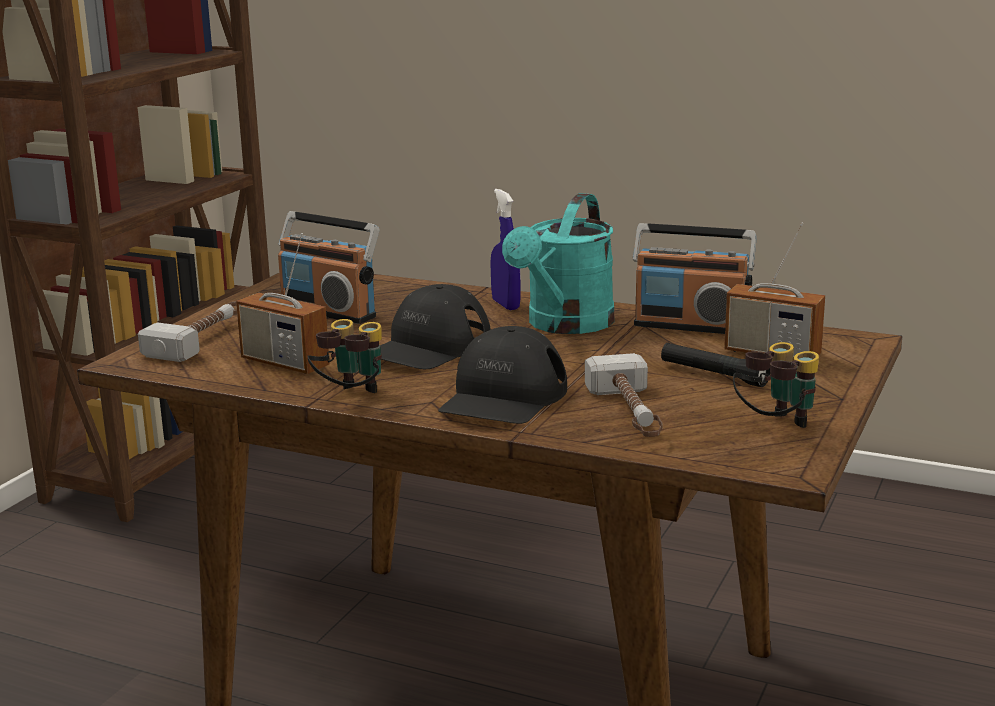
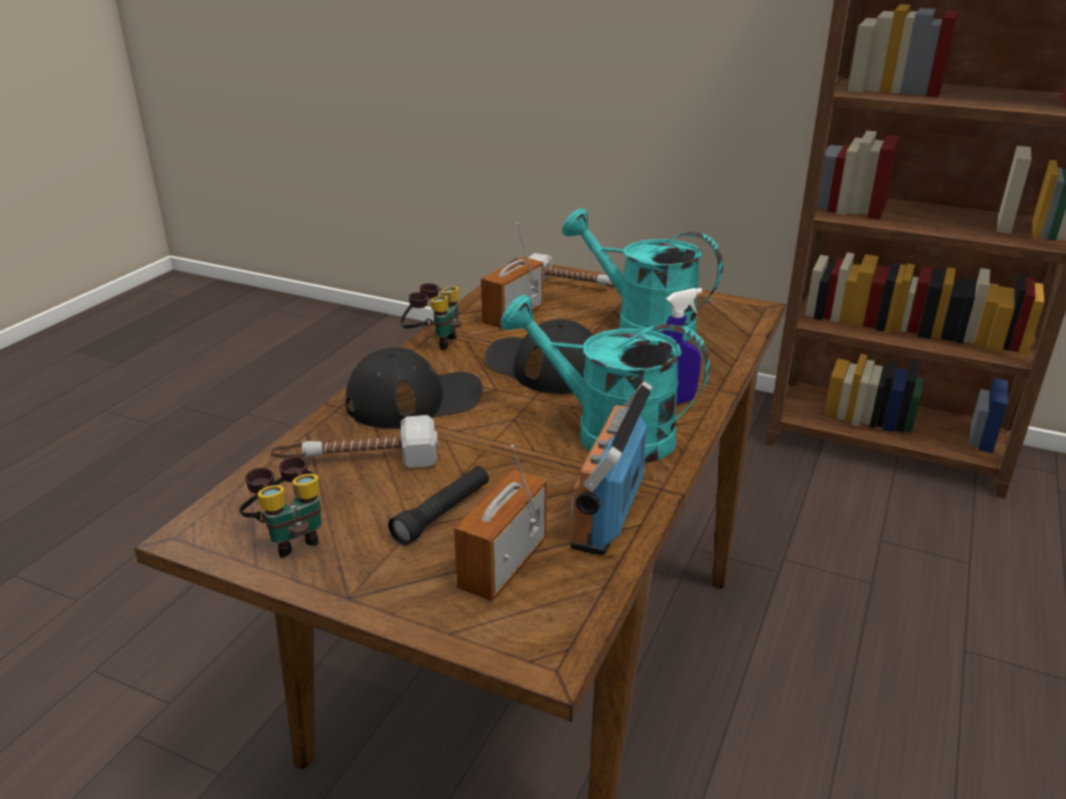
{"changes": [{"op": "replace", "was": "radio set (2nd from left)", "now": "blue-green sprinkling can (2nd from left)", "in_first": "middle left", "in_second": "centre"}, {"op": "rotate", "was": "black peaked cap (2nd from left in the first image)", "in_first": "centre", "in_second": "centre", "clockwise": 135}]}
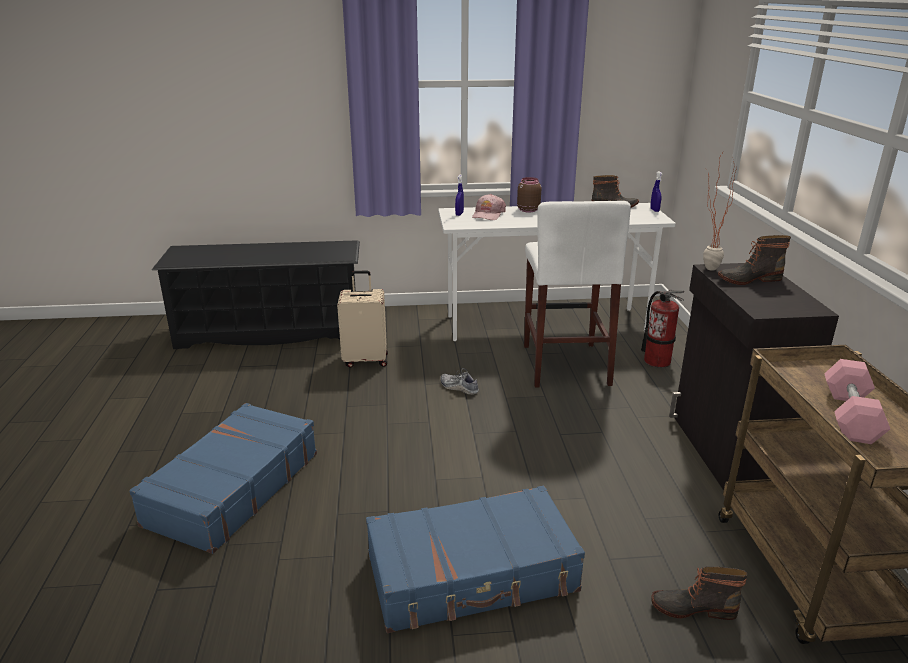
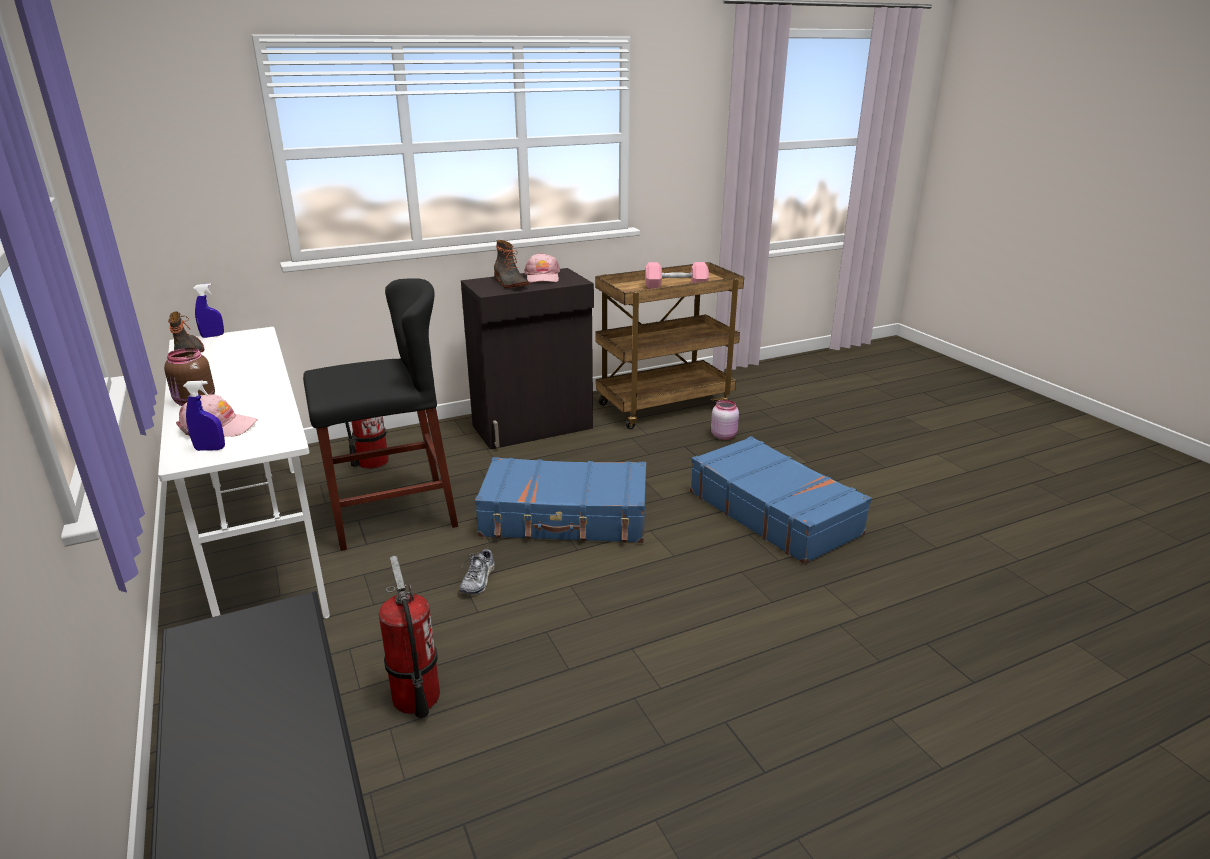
{"changes": [{"op": "delete", "was": "plant in a pot", "in_first": "top right"}, {"op": "insert", "now": "pink peaked cap (2nd from left)", "in_second": "top centre"}, {"op": "move", "was": "blue-coloured piece of luggage (1st from left)", "in_first": "bottom left", "in_second": "centre"}, {"op": "replace", "was": "beige piece of luggage", "now": "fire-fighting cylinder (2nd from left)", "in_first": "centre", "in_second": "bottom centre"}, {"op": "replace", "was": "boot (2nd from left)", "now": "pink storage jar", "in_first": "bottom right", "in_second": "centre"}, {"op": "recolor", "was": "white-coloured stool", "now": "black stool", "in_first": "centre", "in_second": "middle left"}]}
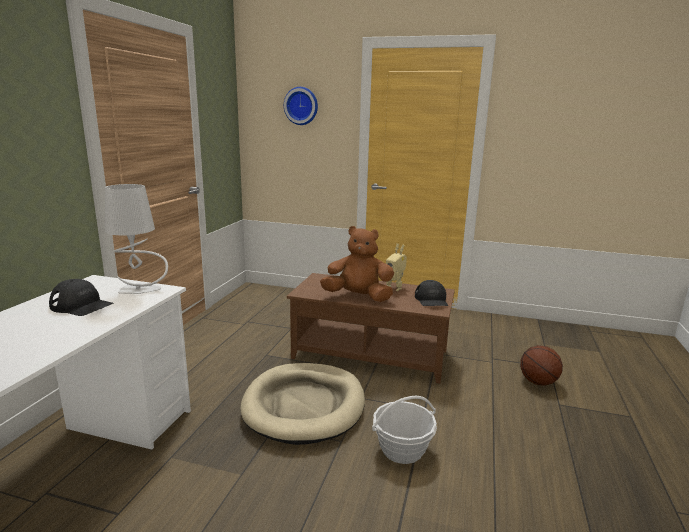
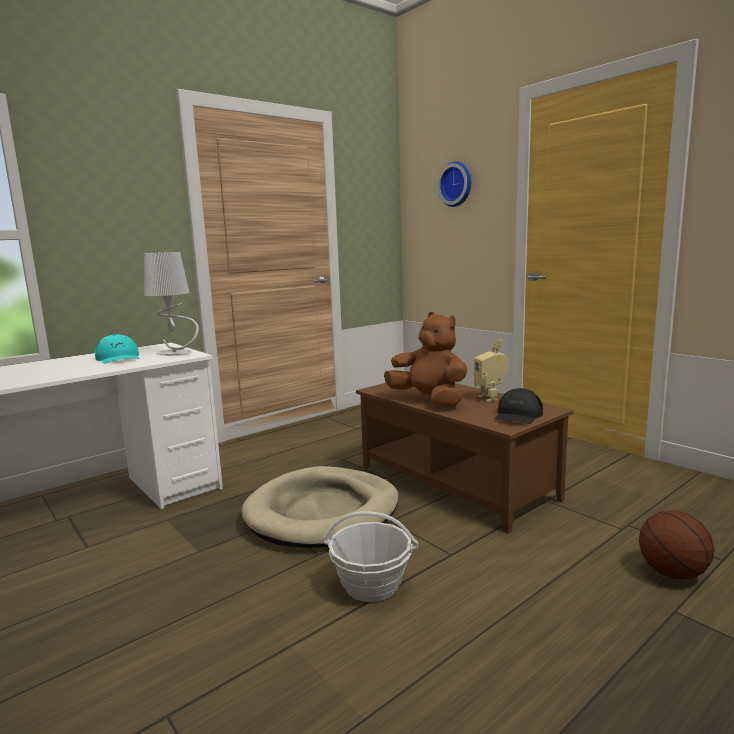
{"changes": [{"op": "recolor", "was": "black peaked cap (1st from left)", "now": "blue-green peaked cap", "in_first": "middle left", "in_second": "middle left"}]}
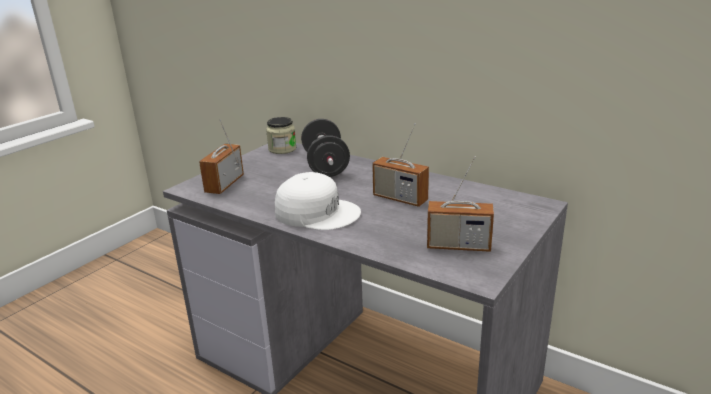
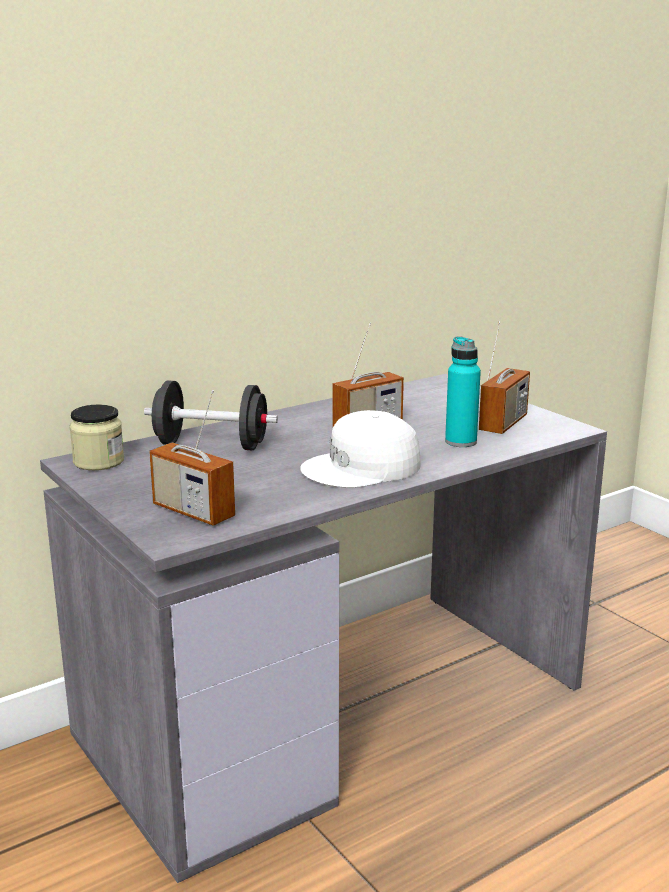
{"changes": [{"op": "insert", "now": "blue-green beverage bottle", "in_second": "middle right"}, {"op": "rotate", "was": "white-coloured peaked cap", "in_first": "centre", "in_second": "centre", "clockwise": -150}]}
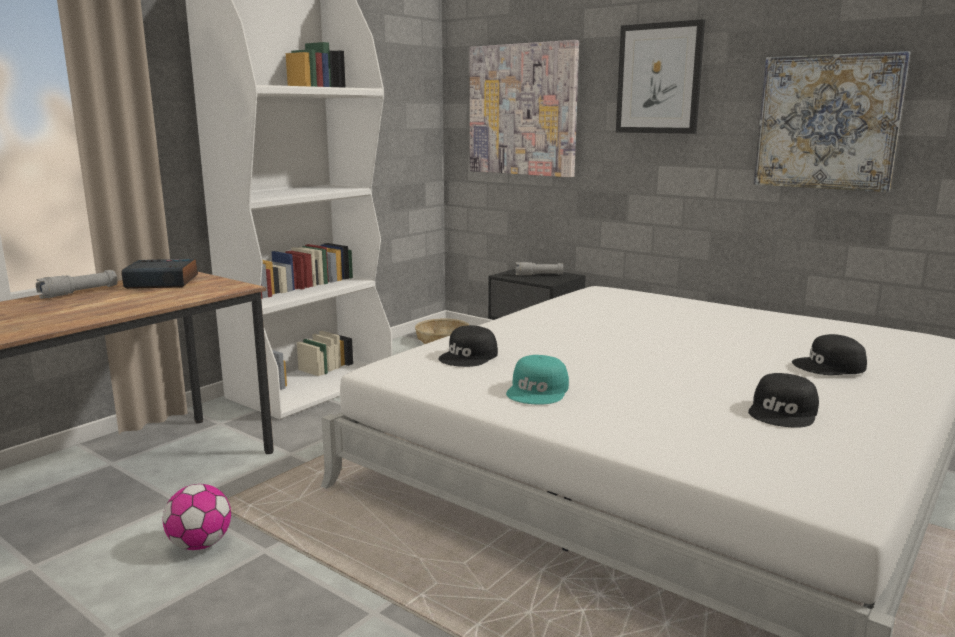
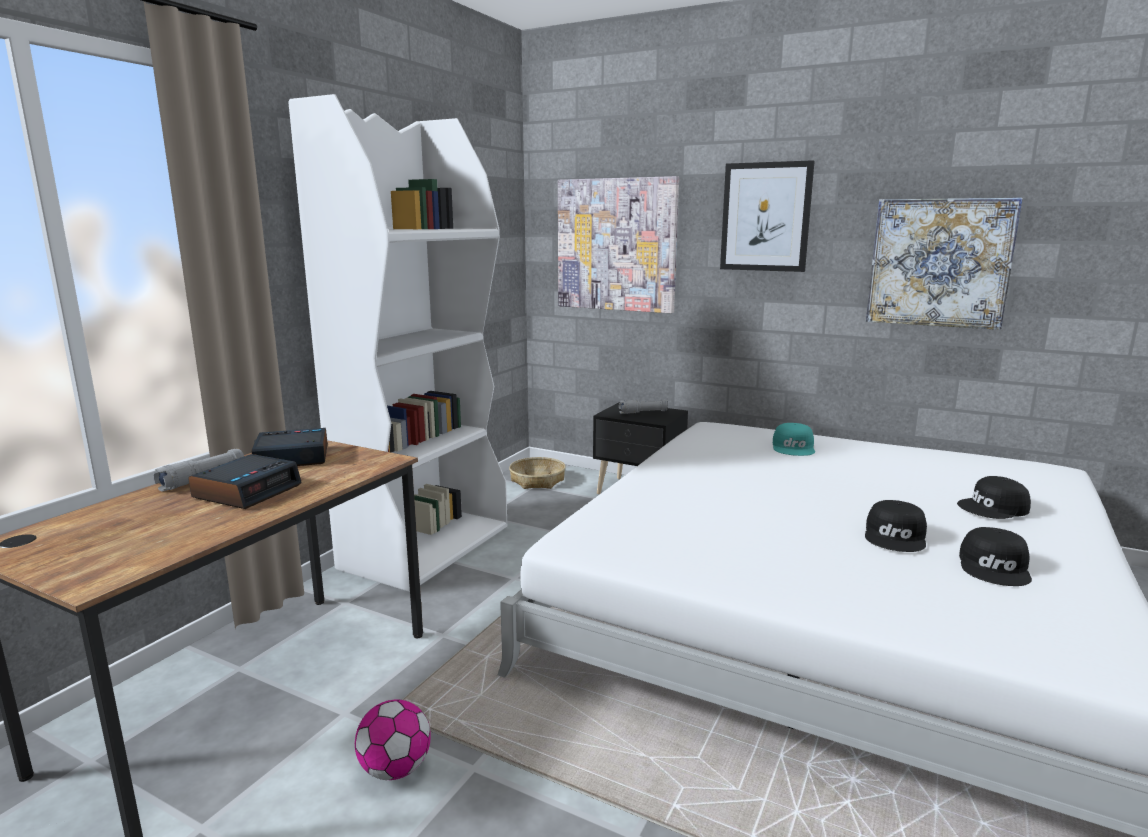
{"changes": [{"op": "insert", "now": "alarm clock (1st from left)", "in_second": "middle left"}, {"op": "move", "was": "black peaked cap (1st from left)", "in_first": "centre", "in_second": "middle right"}, {"op": "move", "was": "blue-green peaked cap", "in_first": "centre", "in_second": "middle right"}]}
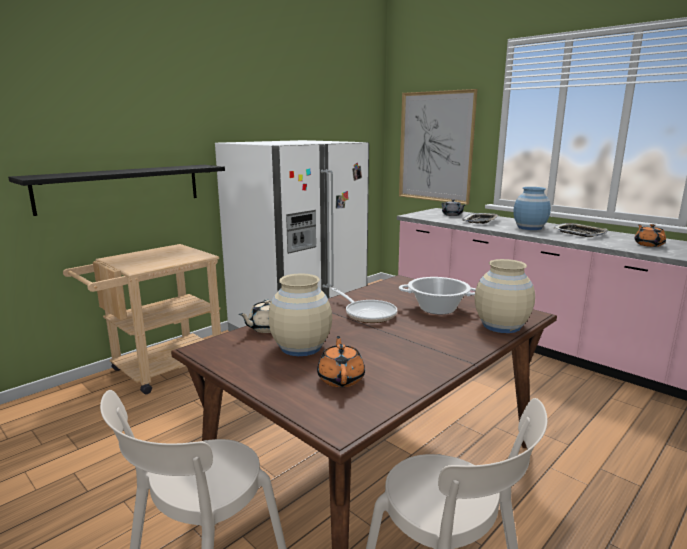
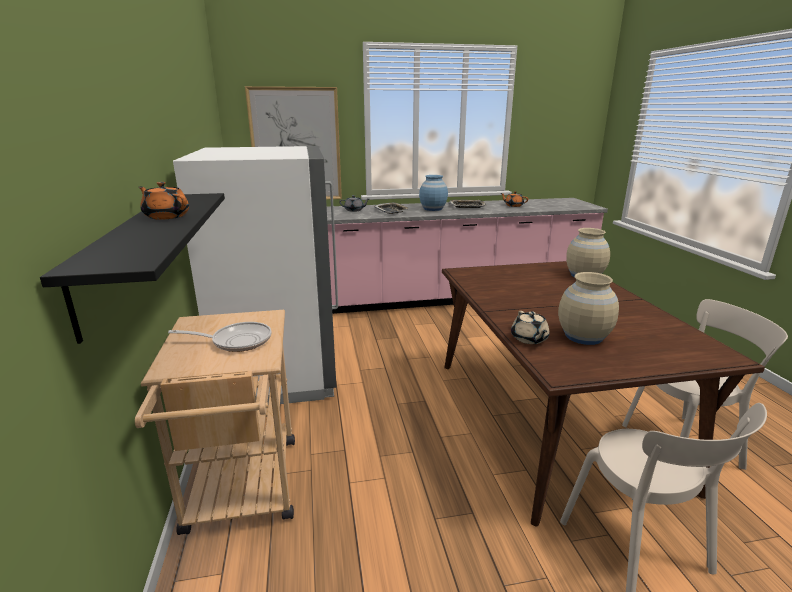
{"changes": [{"op": "delete", "was": "saucepot", "in_first": "centre"}, {"op": "move", "was": "orange-coloured tea pot (1st from left)", "in_first": "centre", "in_second": "middle left"}, {"op": "move", "was": "frying pan", "in_first": "centre", "in_second": "middle left"}]}
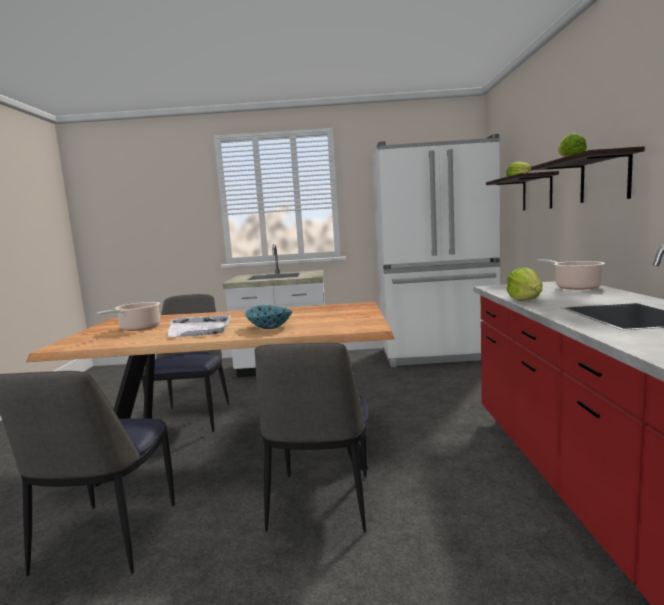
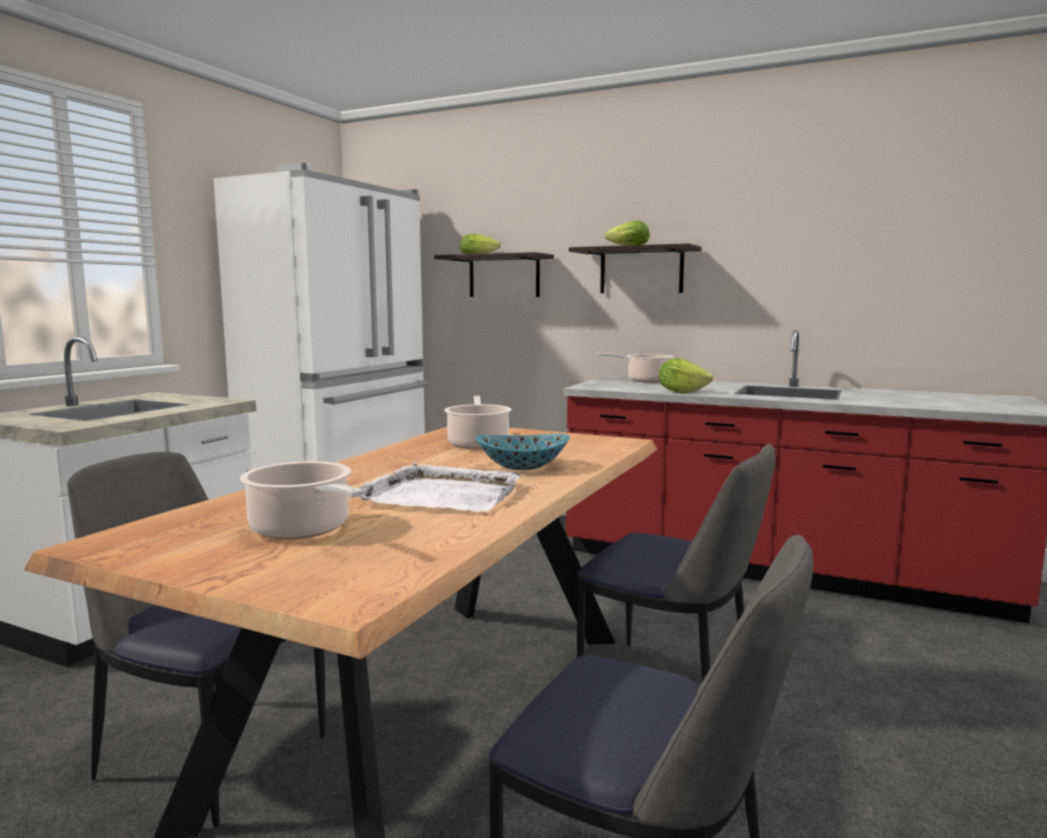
{"changes": [{"op": "insert", "now": "saucepot (2nd from left)", "in_second": "centre"}]}
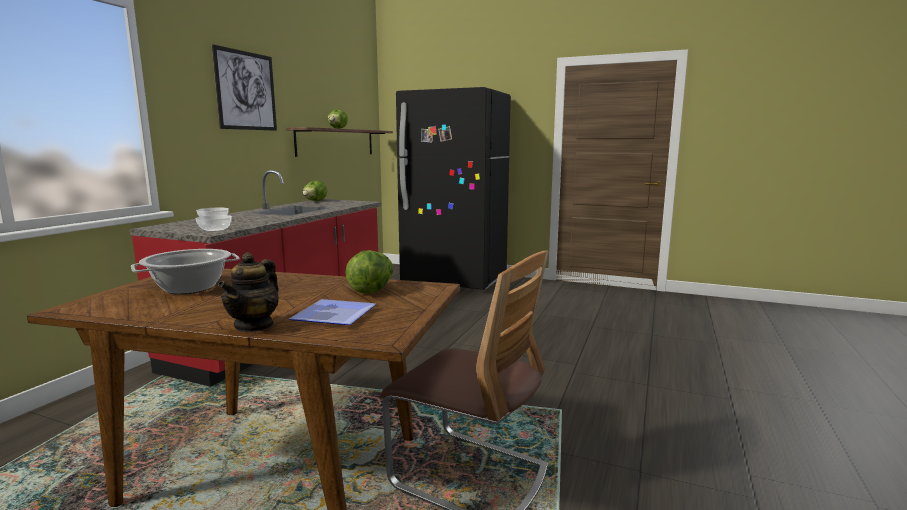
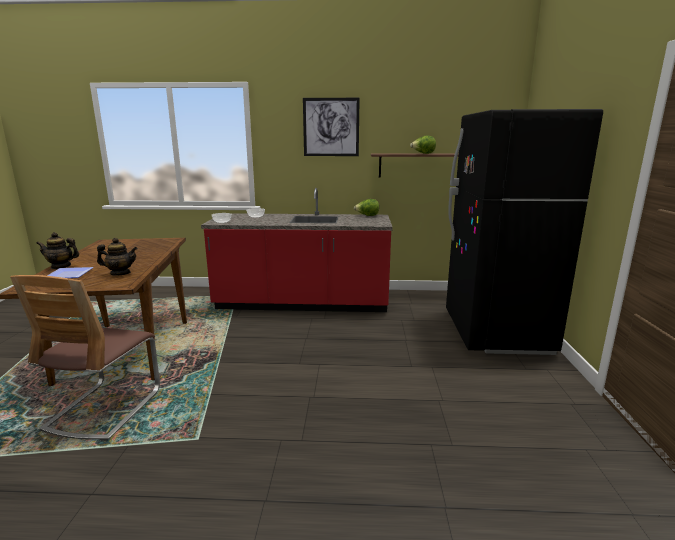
{"changes": [{"op": "delete", "was": "saucepot", "in_first": "middle left"}, {"op": "replace", "was": "head of lettuce (3rd from left)", "now": "tea pot (2nd from left)", "in_first": "centre", "in_second": "middle left"}]}
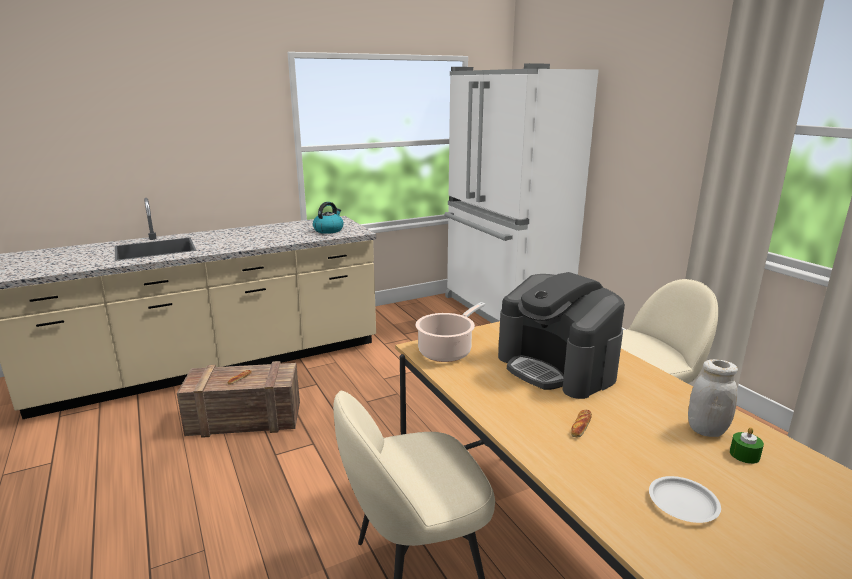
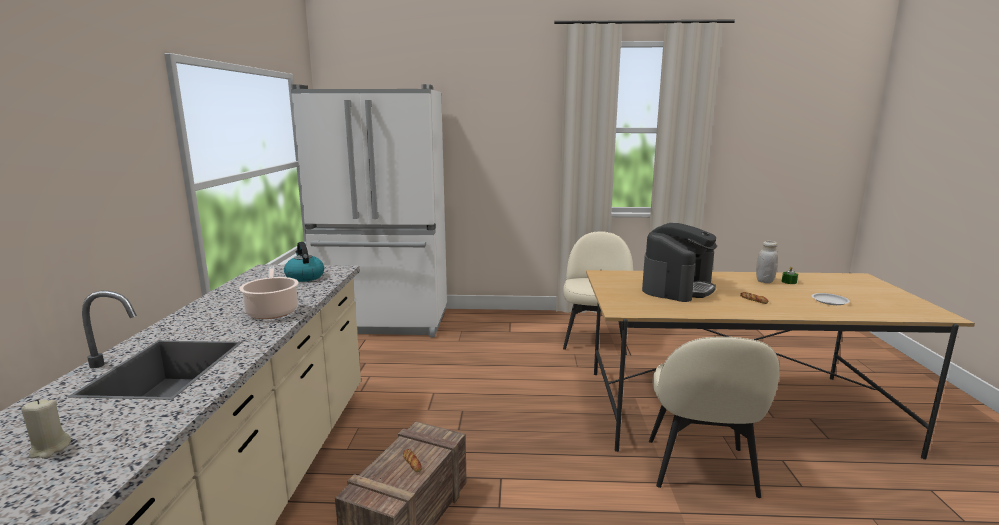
{"changes": [{"op": "insert", "now": "beige candle", "in_second": "bottom left"}, {"op": "move", "was": "saucepot", "in_first": "centre", "in_second": "middle left"}, {"op": "rotate", "was": "coffee brewer", "in_first": "centre", "in_second": "middle right", "clockwise": -45}]}
